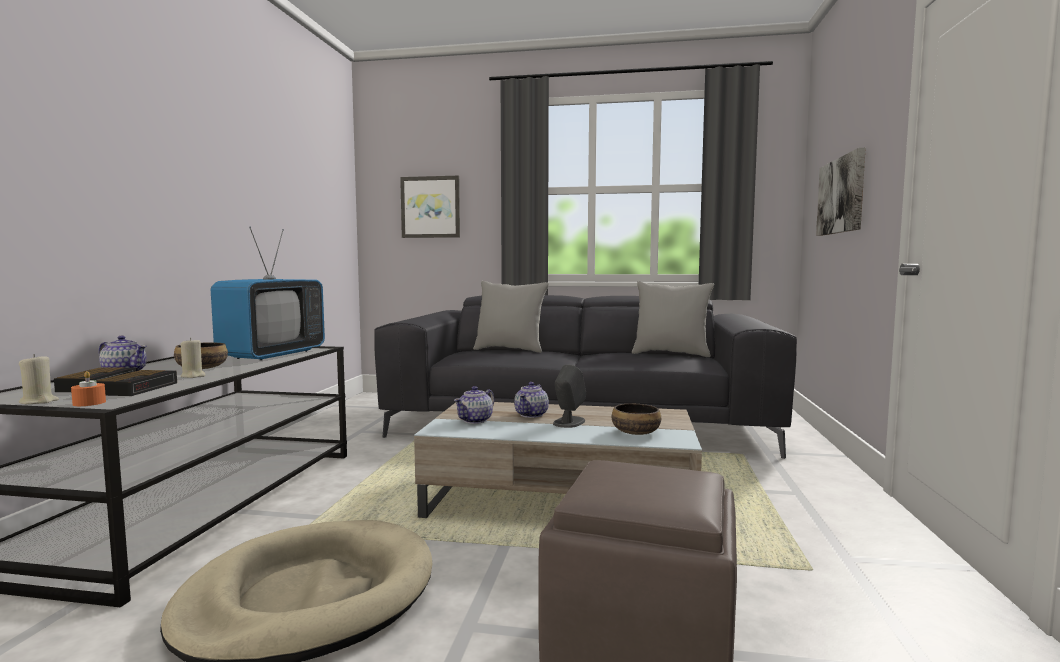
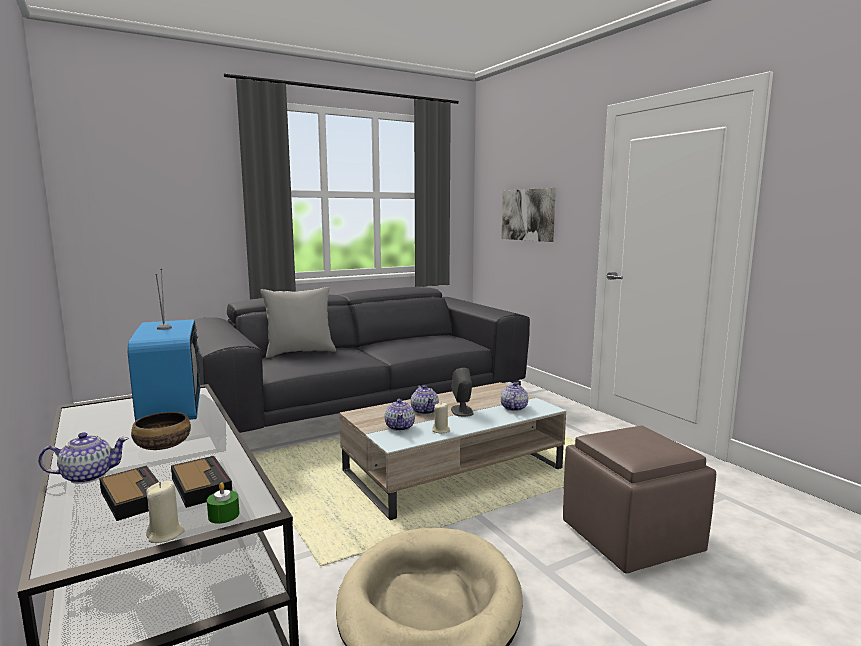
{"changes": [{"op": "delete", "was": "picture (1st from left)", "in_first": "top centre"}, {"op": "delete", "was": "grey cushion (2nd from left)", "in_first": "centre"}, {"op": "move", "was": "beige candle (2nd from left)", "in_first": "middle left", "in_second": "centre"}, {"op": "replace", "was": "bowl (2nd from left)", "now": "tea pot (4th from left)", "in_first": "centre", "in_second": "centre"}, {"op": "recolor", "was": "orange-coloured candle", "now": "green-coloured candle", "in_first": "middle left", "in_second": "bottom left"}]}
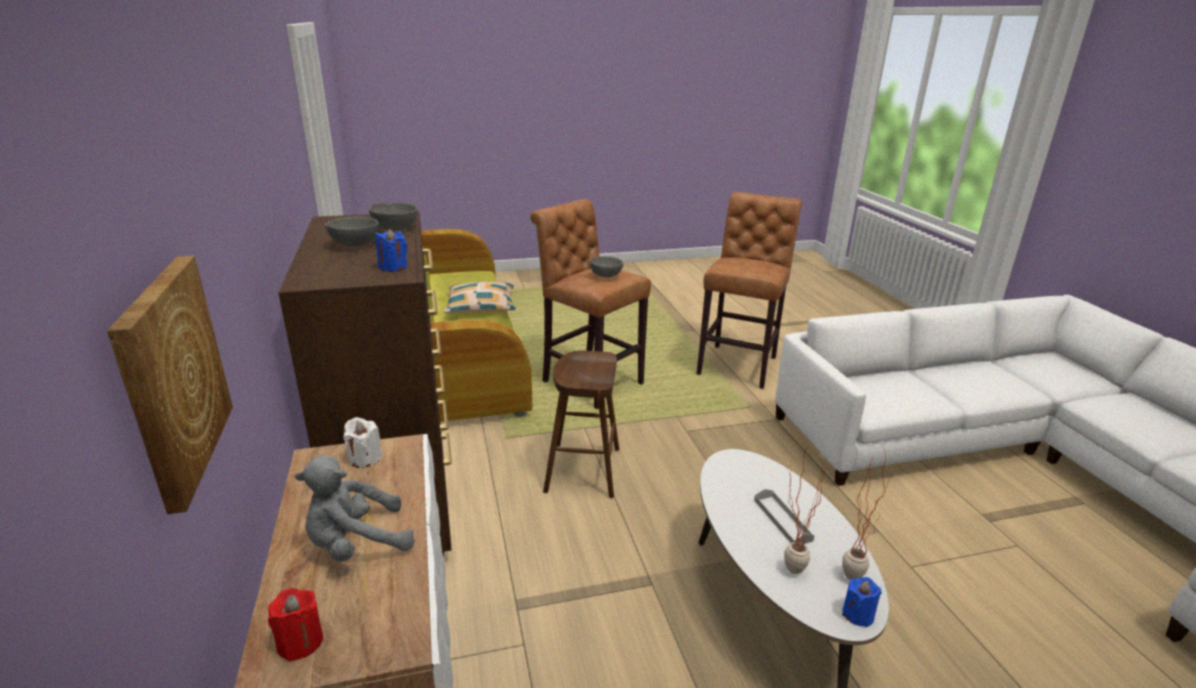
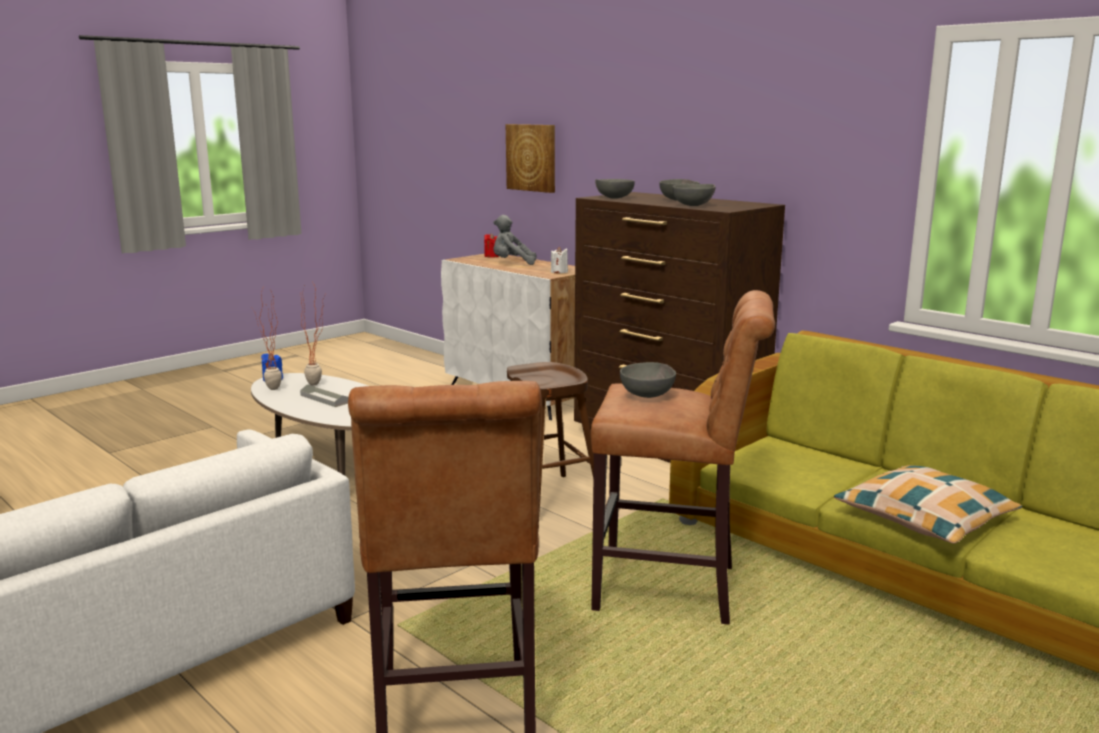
{"changes": [{"op": "replace", "was": "blue-coloured candle (1st from left)", "now": "grey bowl (1st from left)", "in_first": "middle left", "in_second": "top centre"}, {"op": "rotate", "was": "grey soft toy", "in_first": "bottom left", "in_second": "top centre", "clockwise": -120}]}
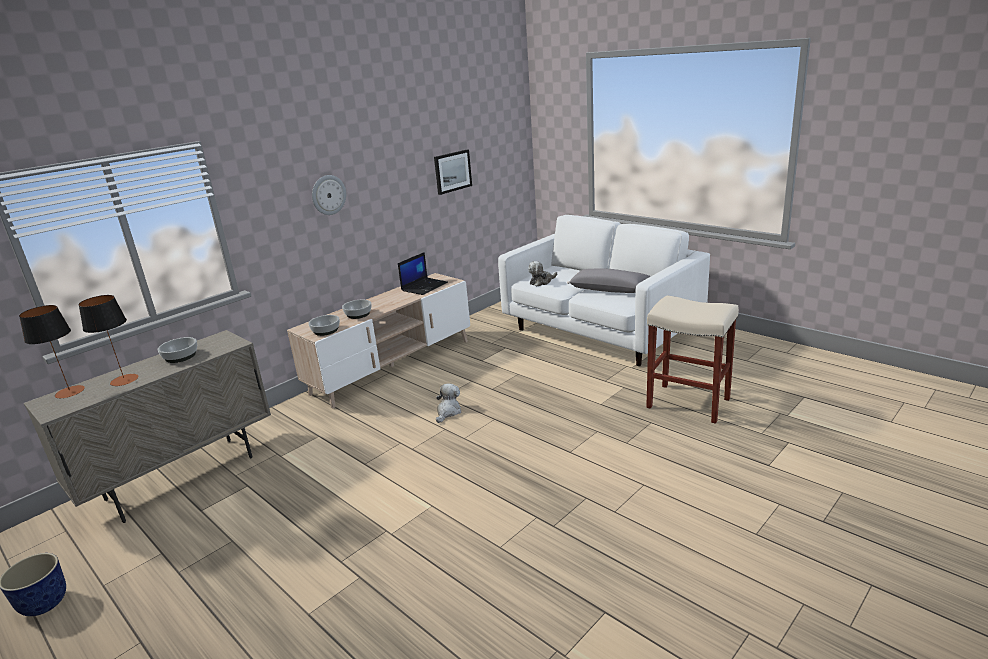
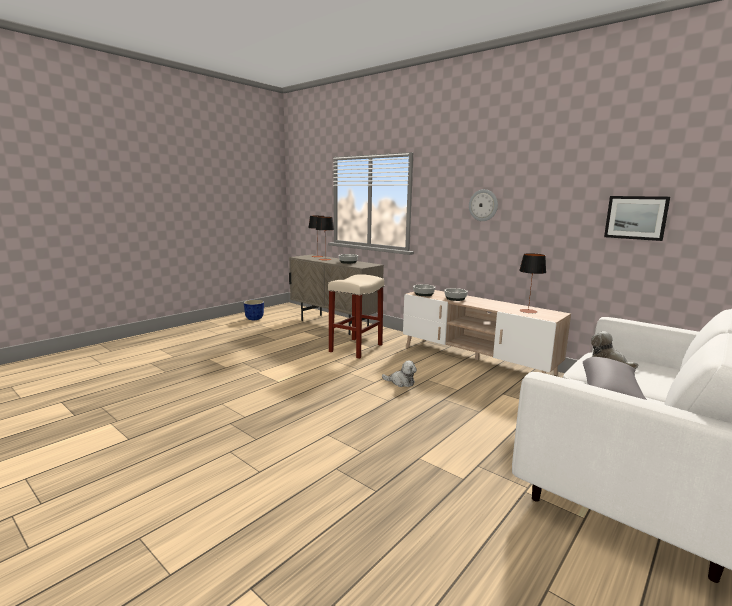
{"changes": [{"op": "move", "was": "beige stool", "in_first": "middle right", "in_second": "centre"}, {"op": "replace", "was": "laptop", "now": "table lamp (3rd from left)", "in_first": "centre", "in_second": "middle right"}]}
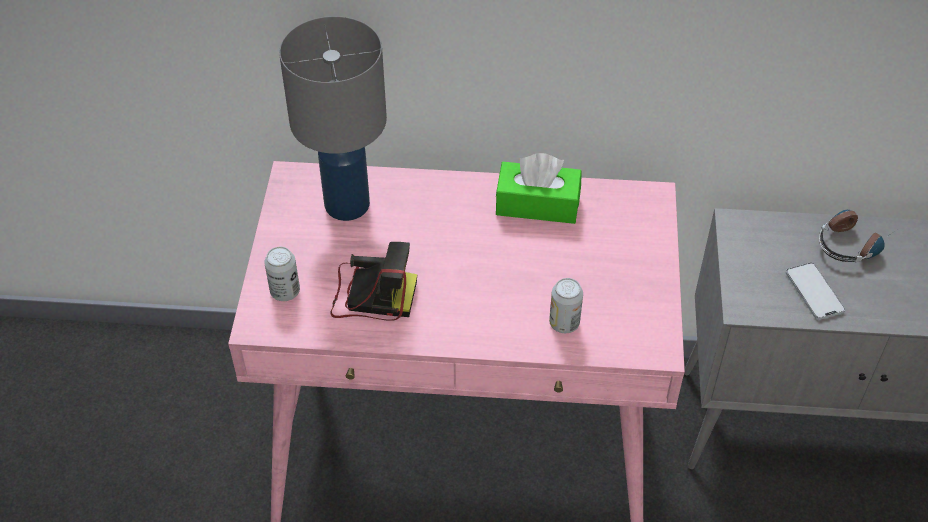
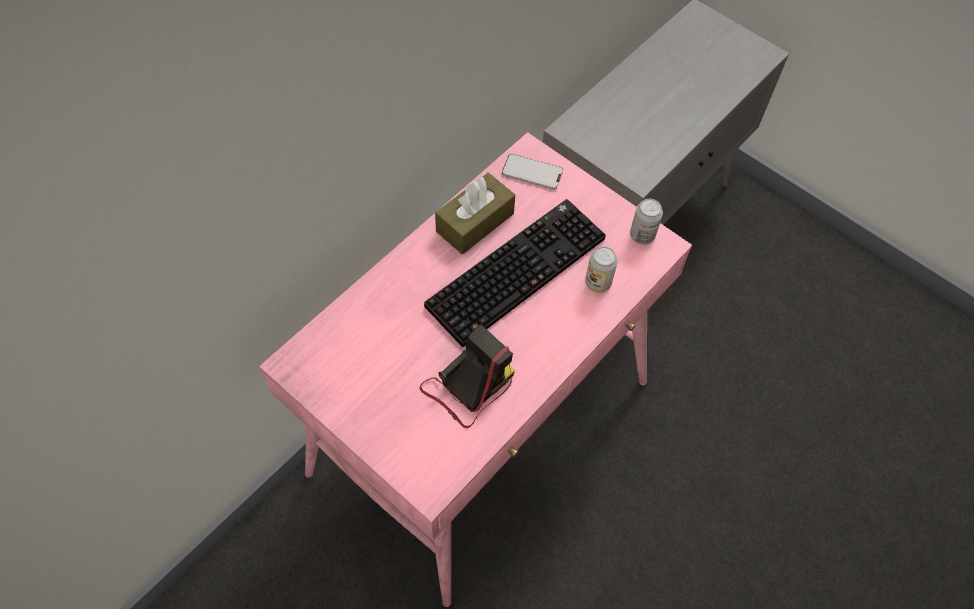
{"changes": [{"op": "delete", "was": "grey table lamp", "in_first": "top centre"}, {"op": "delete", "was": "headphones", "in_first": "middle right"}, {"op": "insert", "now": "PC keyboard", "in_second": "centre"}, {"op": "move", "was": "sealed can (1st from left in the first image)", "now": "sealed can (2nd from left)", "in_first": "middle left", "in_second": "centre"}, {"op": "move", "was": "telephone", "in_first": "middle right", "in_second": "top centre"}, {"op": "recolor", "was": "green-coloured box of tissues", "now": "brown box of tissues", "in_first": "centre", "in_second": "centre"}]}
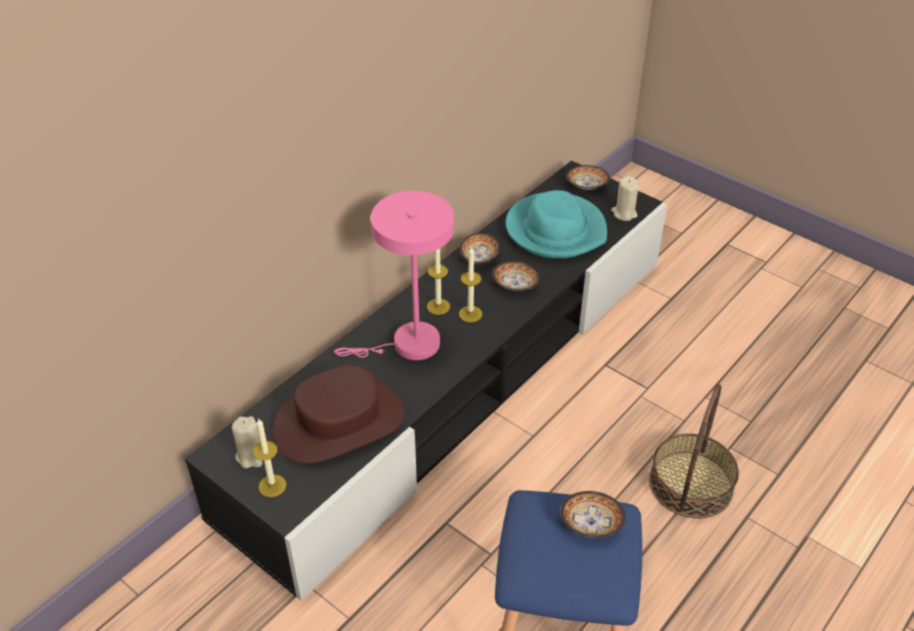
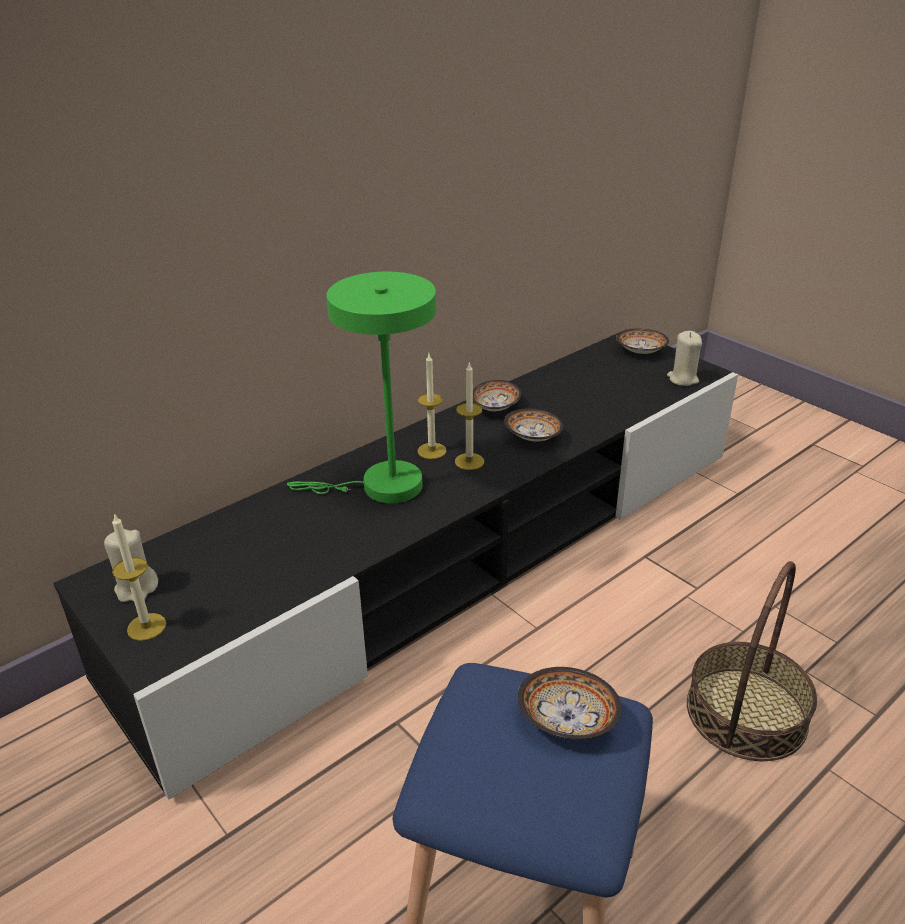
{"changes": [{"op": "delete", "was": "brown clothing hat", "in_first": "centre"}, {"op": "delete", "was": "blue-green clothing hat", "in_first": "centre"}, {"op": "recolor", "was": "pink table lamp", "now": "green-coloured table lamp", "in_first": "centre", "in_second": "centre"}]}
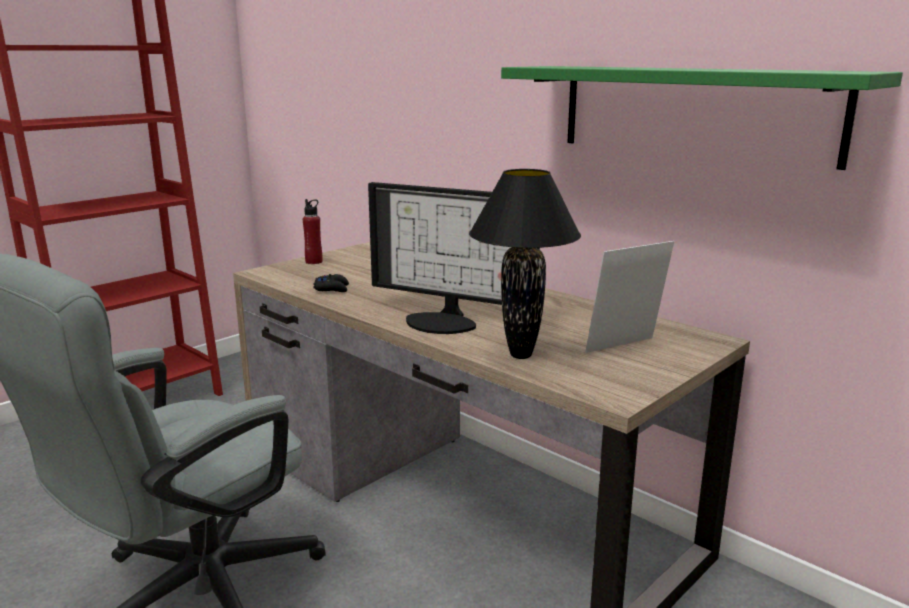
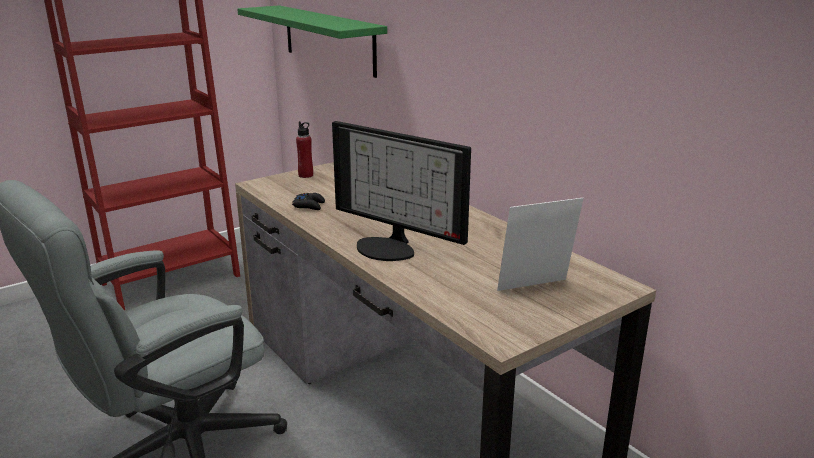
{"changes": [{"op": "delete", "was": "black table lamp", "in_first": "centre"}, {"op": "move", "was": "green-coloured bracket shelf", "in_first": "top right", "in_second": "top centre"}]}
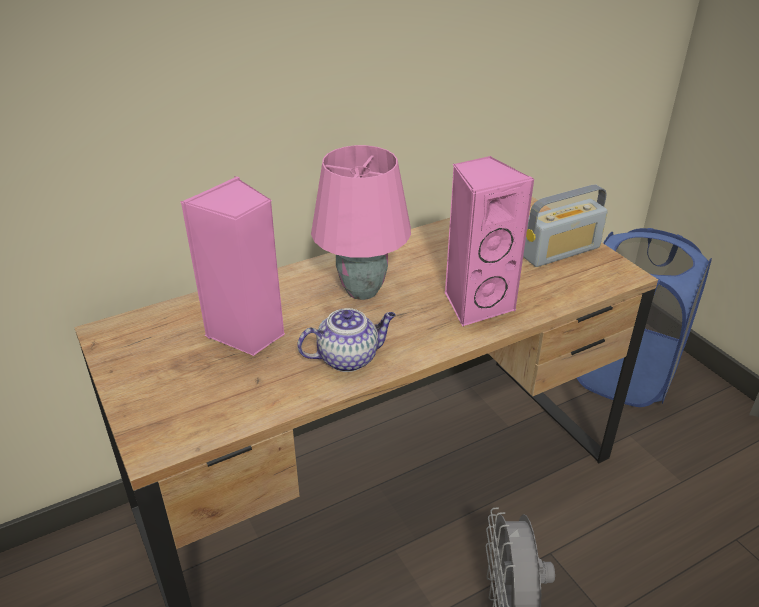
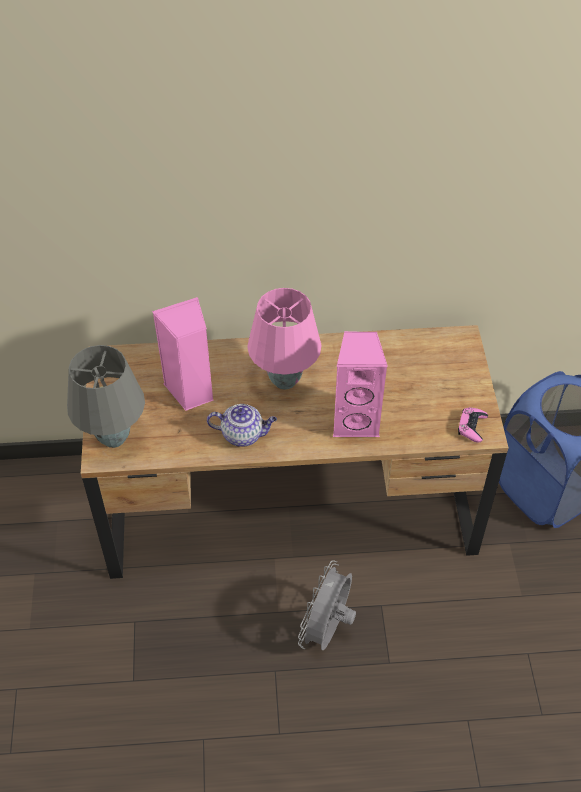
{"changes": [{"op": "delete", "was": "radio set", "in_first": "middle right"}, {"op": "insert", "now": "grey table lamp", "in_second": "middle left"}, {"op": "insert", "now": "pink game controller", "in_second": "middle right"}]}
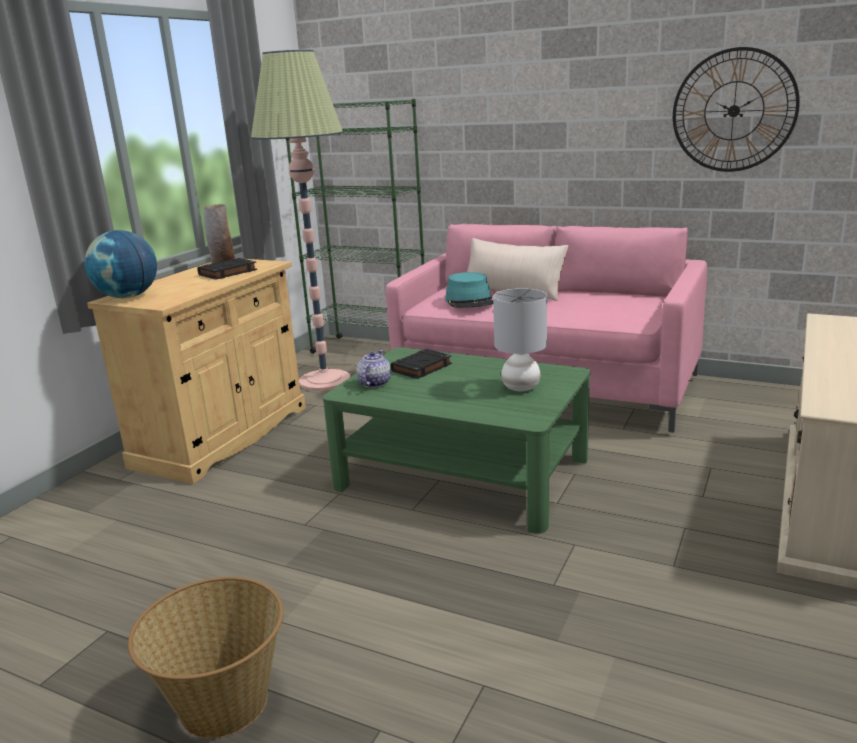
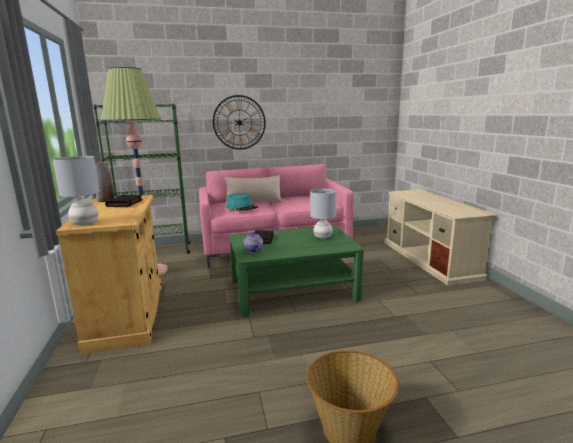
{"changes": [{"op": "move", "was": "wall clock", "in_first": "top right", "in_second": "top centre"}, {"op": "replace", "was": "world globe", "now": "grey table lamp (1st from left)", "in_first": "middle left", "in_second": "middle left"}]}
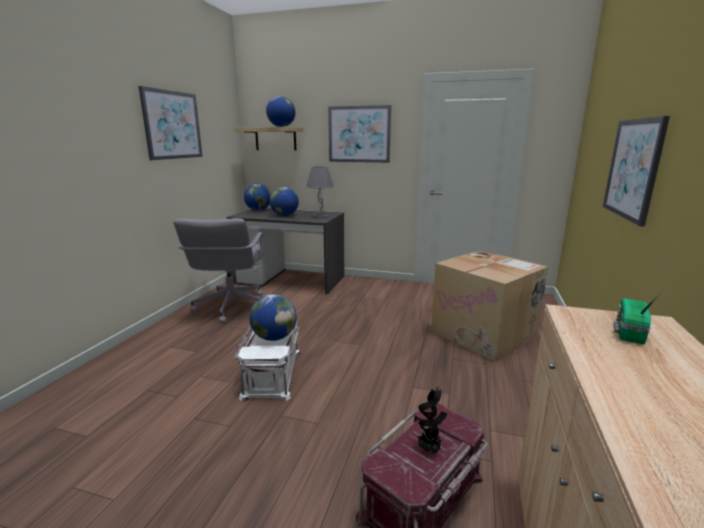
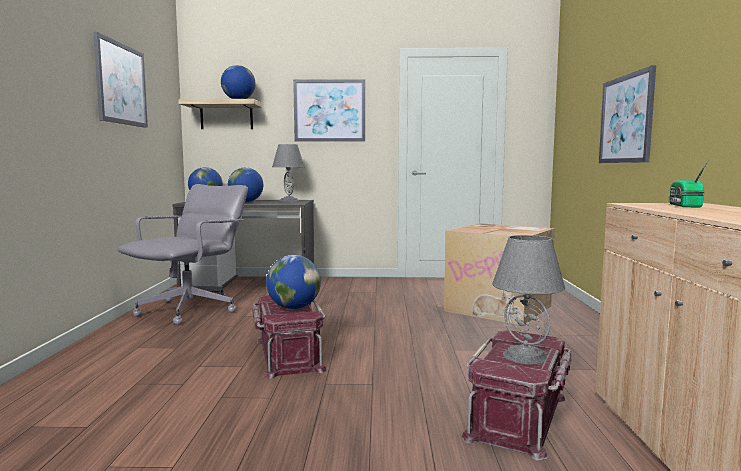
{"changes": [{"op": "replace", "was": "plant in a pot", "now": "grey table lamp (2nd from left)", "in_first": "bottom centre", "in_second": "middle right"}, {"op": "recolor", "was": "white-coloured storage bin", "now": "red-coloured storage bin (1st from left)", "in_first": "bottom centre", "in_second": "bottom centre"}, {"op": "rotate", "was": "grey computer chair", "in_first": "middle left", "in_second": "middle left", "clockwise": -135}]}
